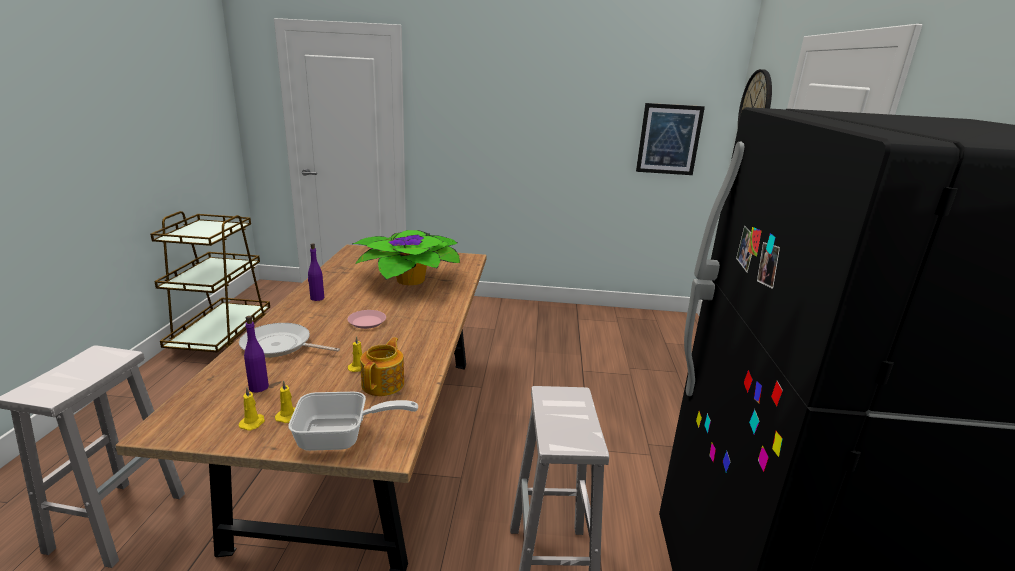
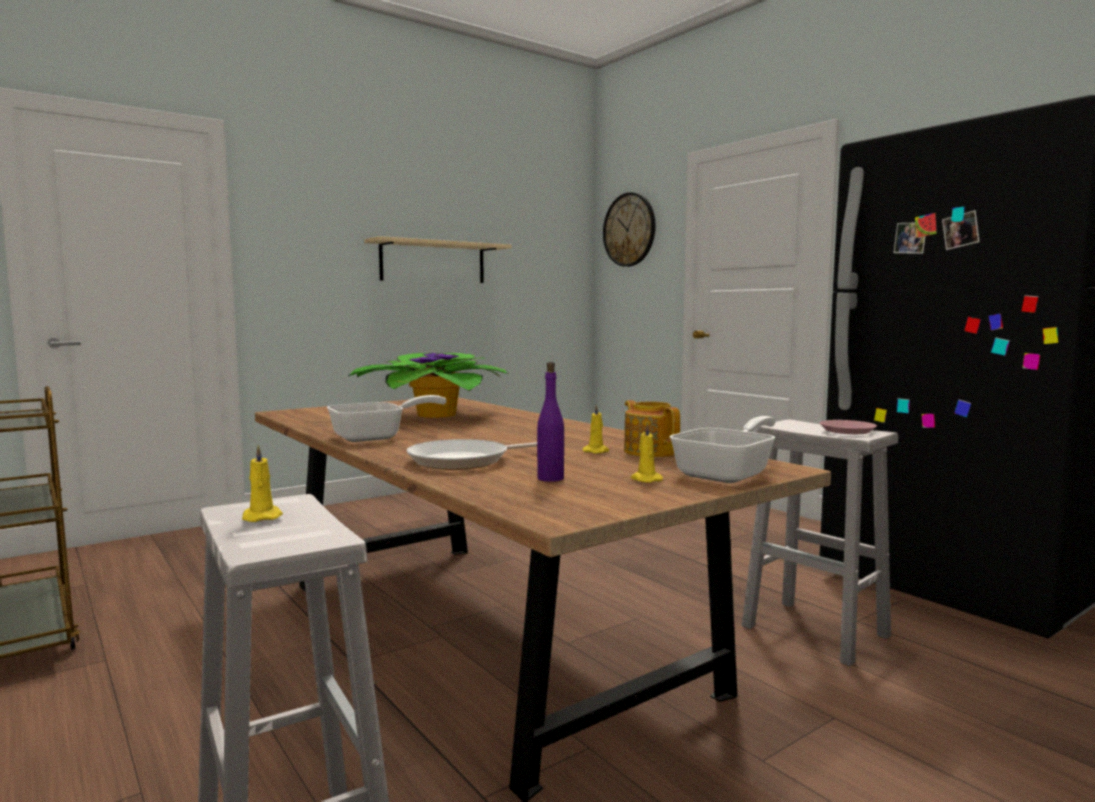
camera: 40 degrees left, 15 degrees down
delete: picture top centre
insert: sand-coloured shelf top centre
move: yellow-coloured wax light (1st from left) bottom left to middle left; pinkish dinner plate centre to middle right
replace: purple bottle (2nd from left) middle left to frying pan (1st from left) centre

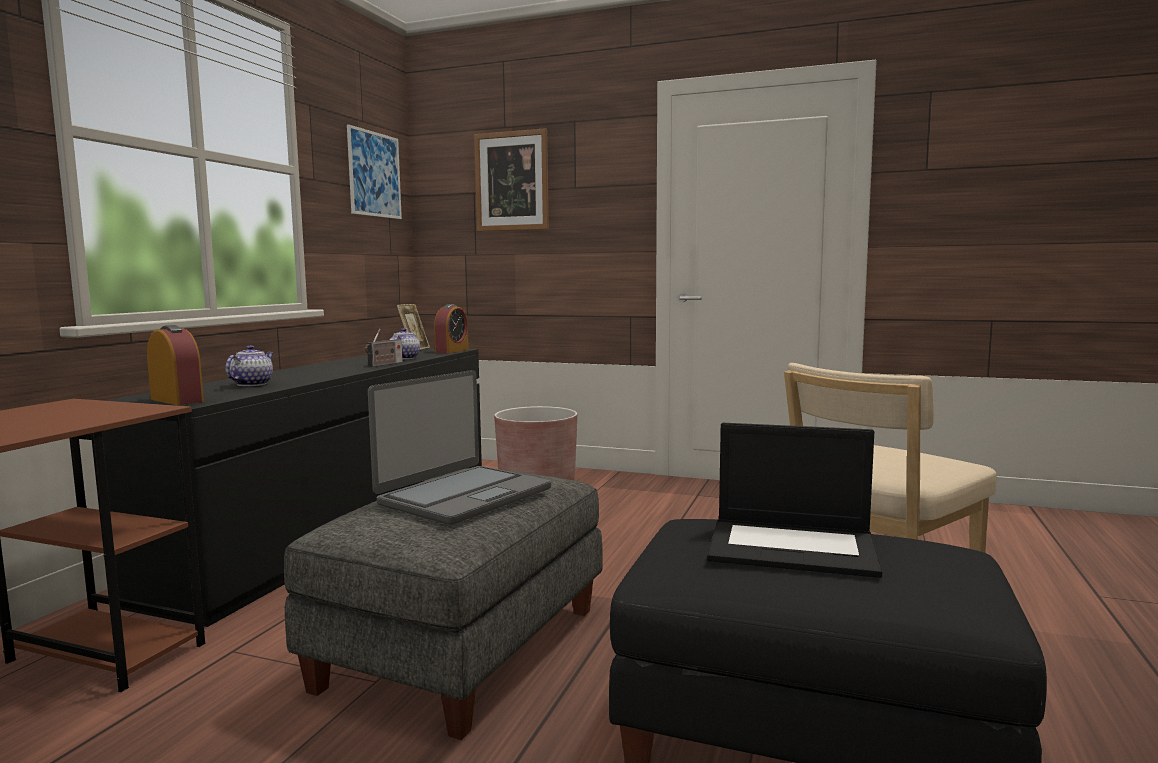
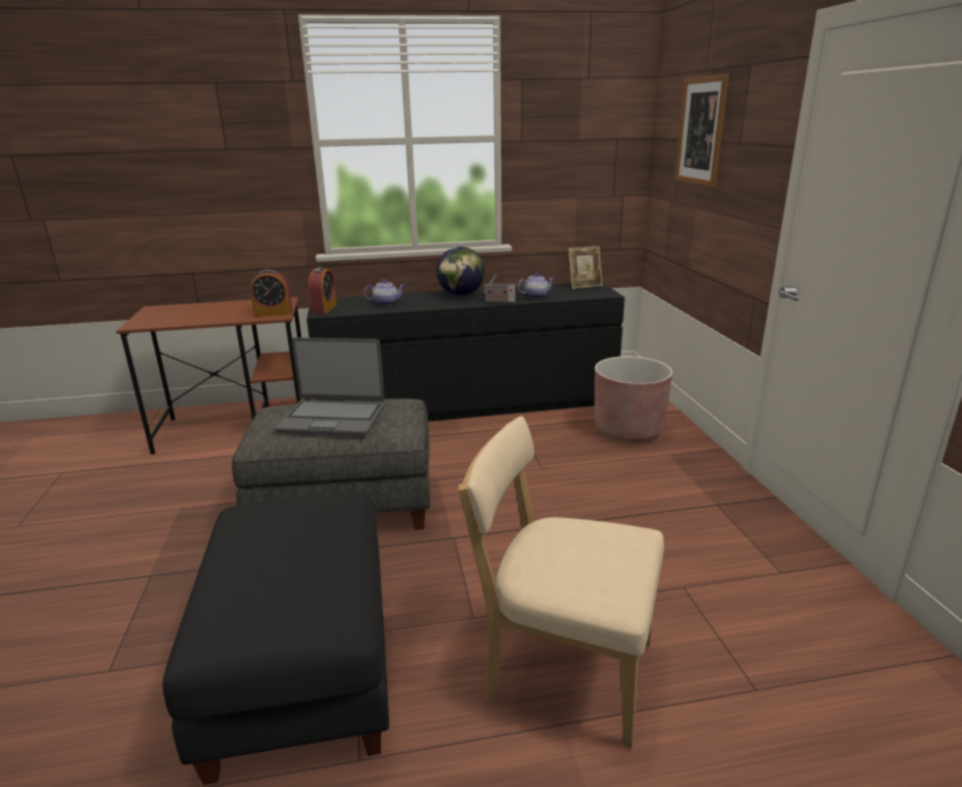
camera: 60 degrees right, 15 degrees up
delete: picture (1st from left) top left; portable computer (2nd from left) middle right
insert: globe centre
move: alarm clock (2nd from left in the first image) centre to alarm clock (1st from left) middle left

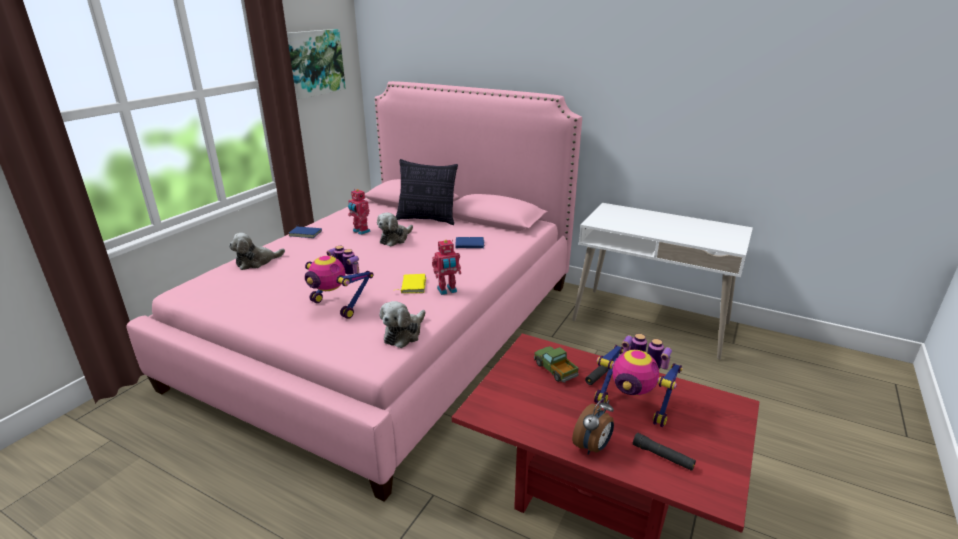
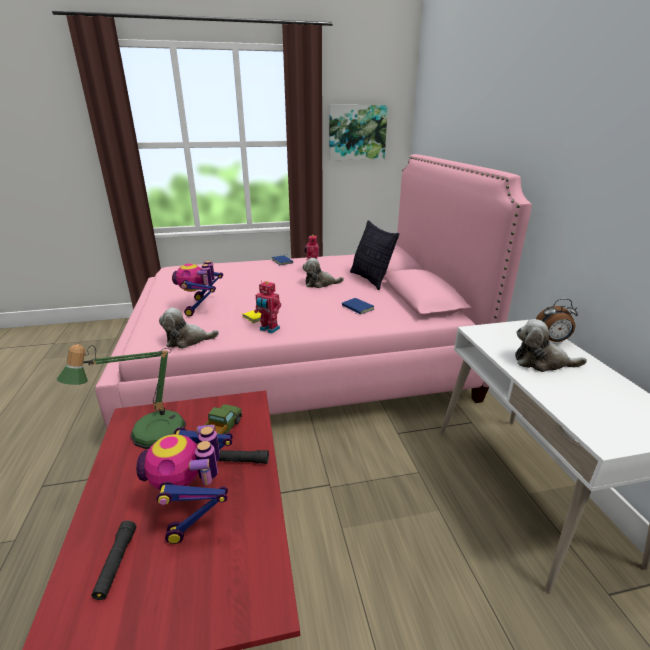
camera: 50 degrees right, 0 degrees up
insert: tabletop lamp middle left
move: cuddly toy (1st from left in the first image) middle left to cuddly toy (3rd from left) middle right; alarm clock bottom centre to middle right

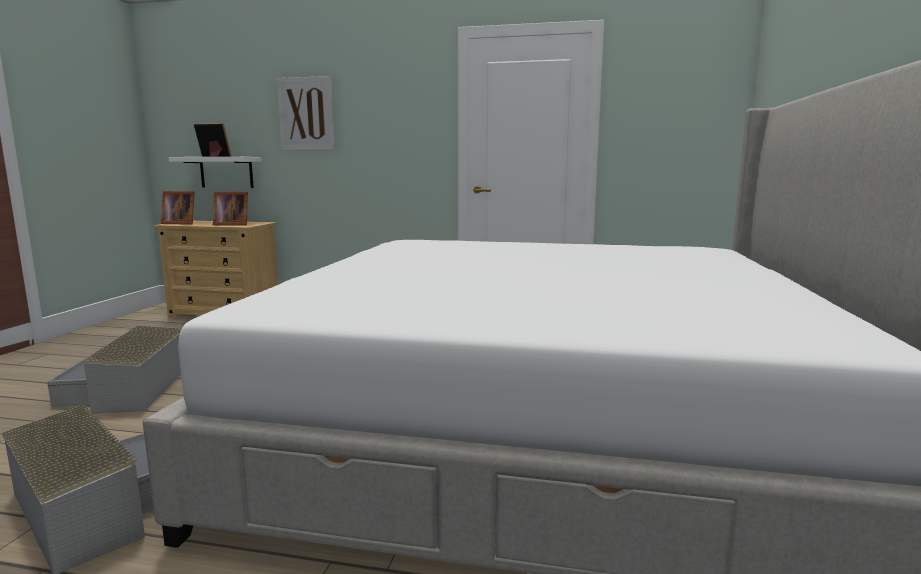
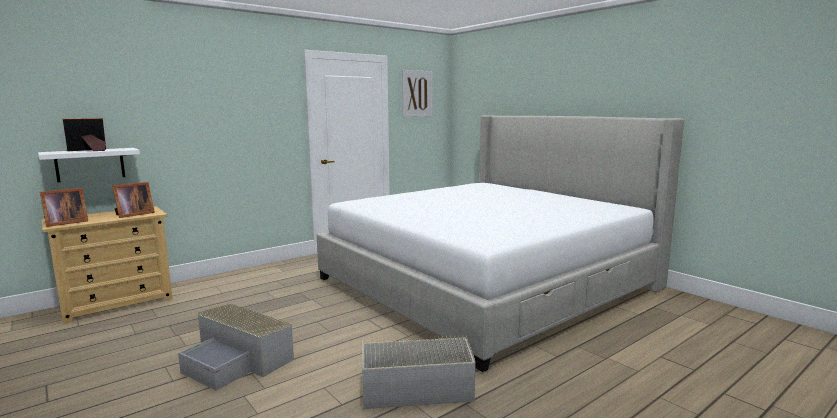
camera: 50 degrees left, 0 degrees up
move: picture top left to top centre

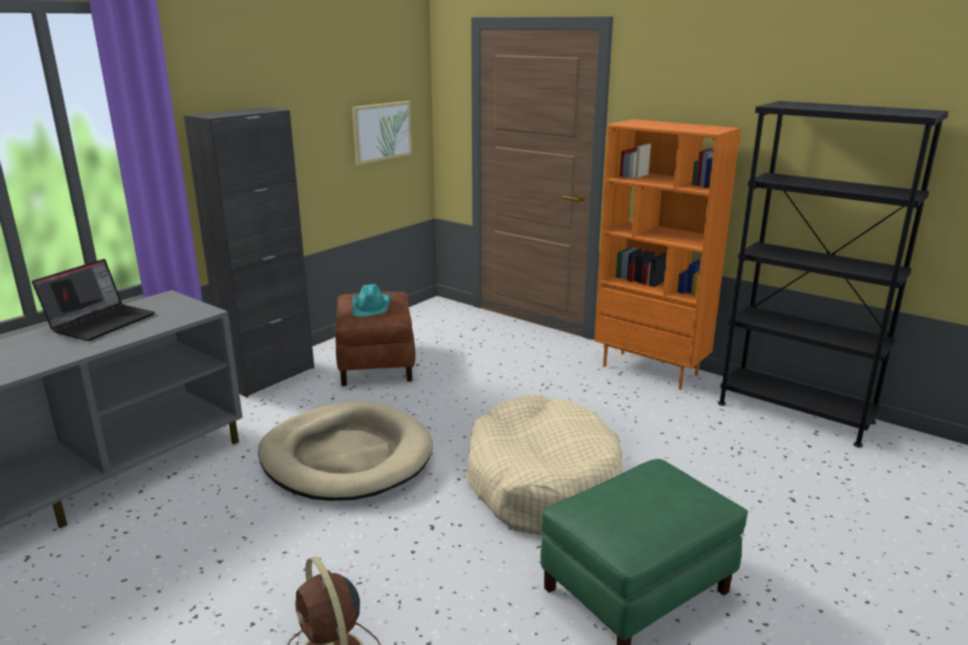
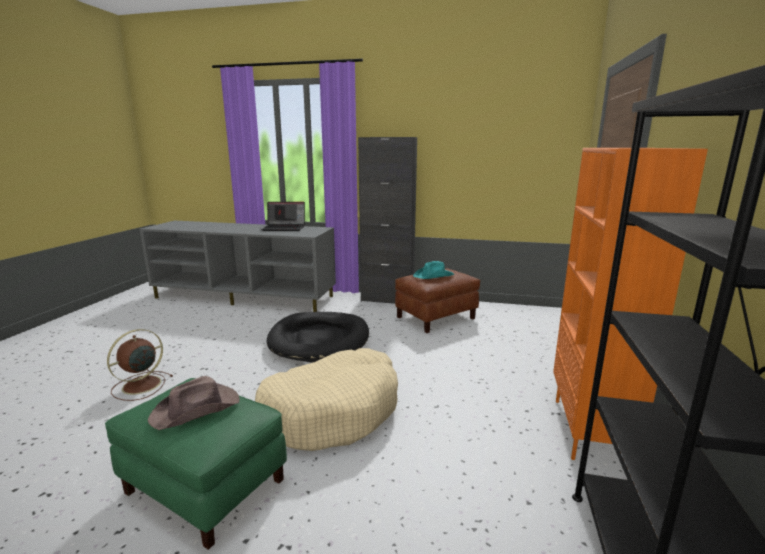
camera: 65 degrees right, 5 degrees down
delete: picture top centre
insert: brown hat bottom left
recolor: sand-coloured pet bed (1st from left) bottom centre to blackish pet bed centre

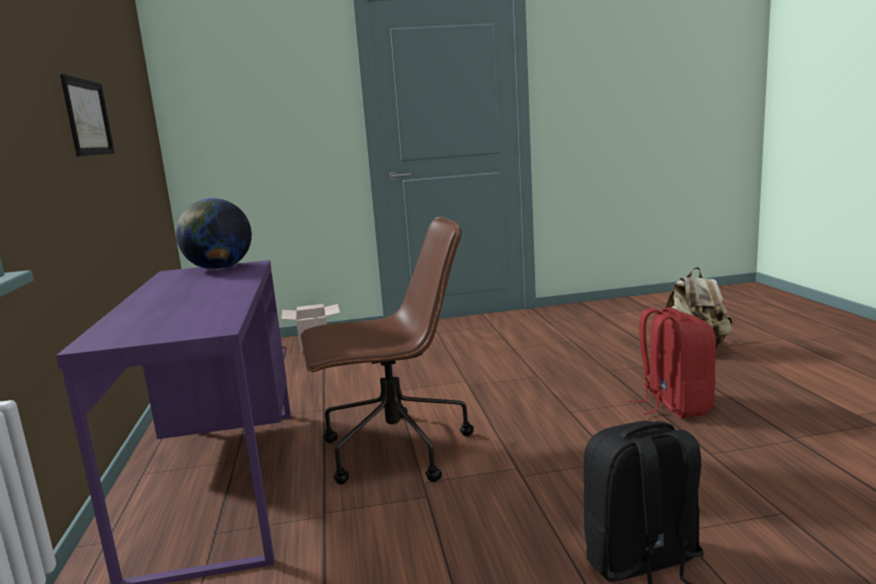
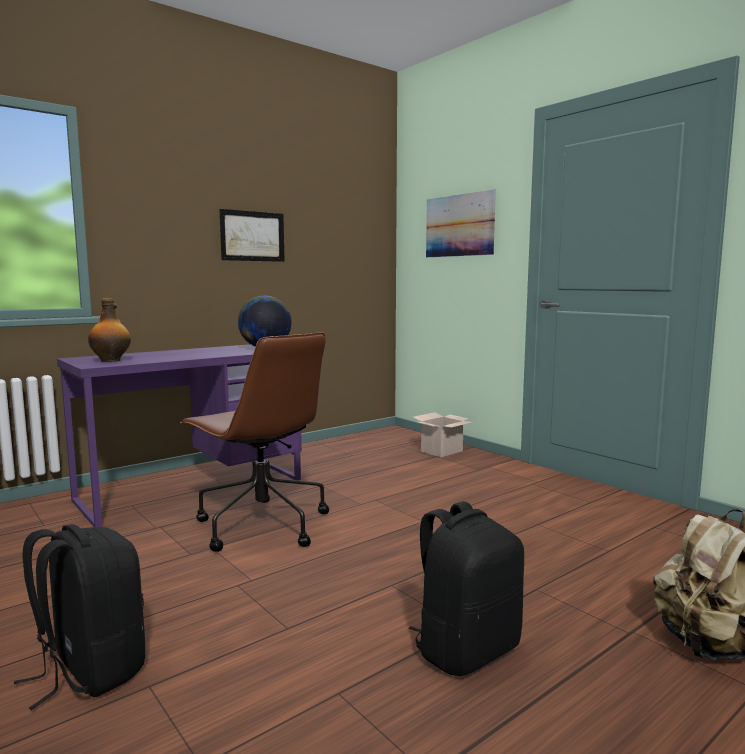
camera: 60 degrees right, 5 degrees down
insert: bottle middle left; picture (2nd from left) top centre
recolor: red-coloured rucksack middle right to blackish rucksack (2nd from left) bottom centre

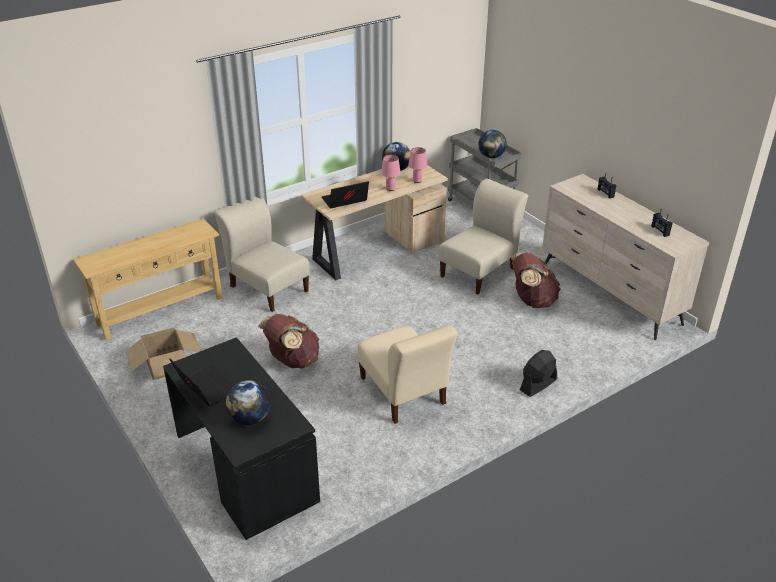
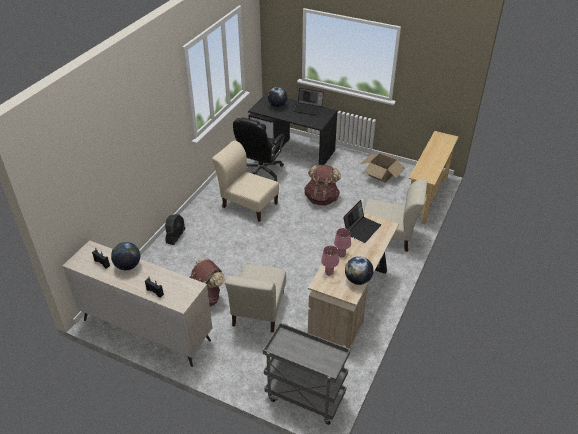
camera: 150 degrees right, 5 degrees up
insert: blackish computer chair centre
move: globe (3rd from left in the first image) top centre to globe (1st from left) middle left

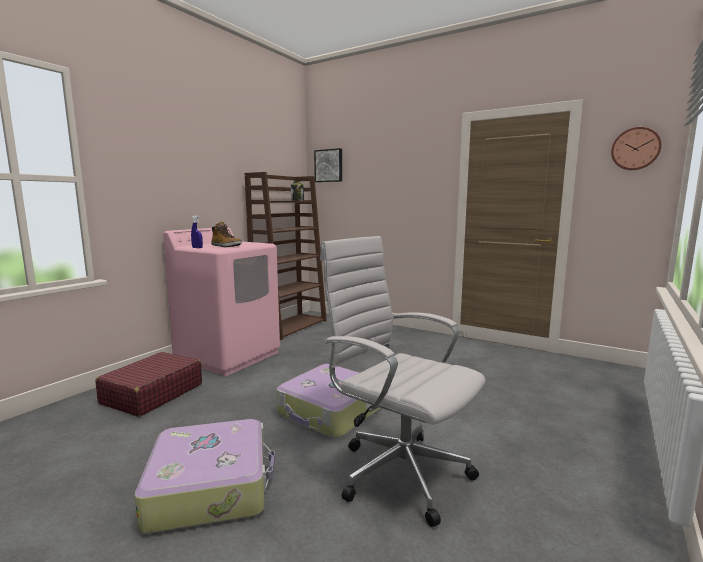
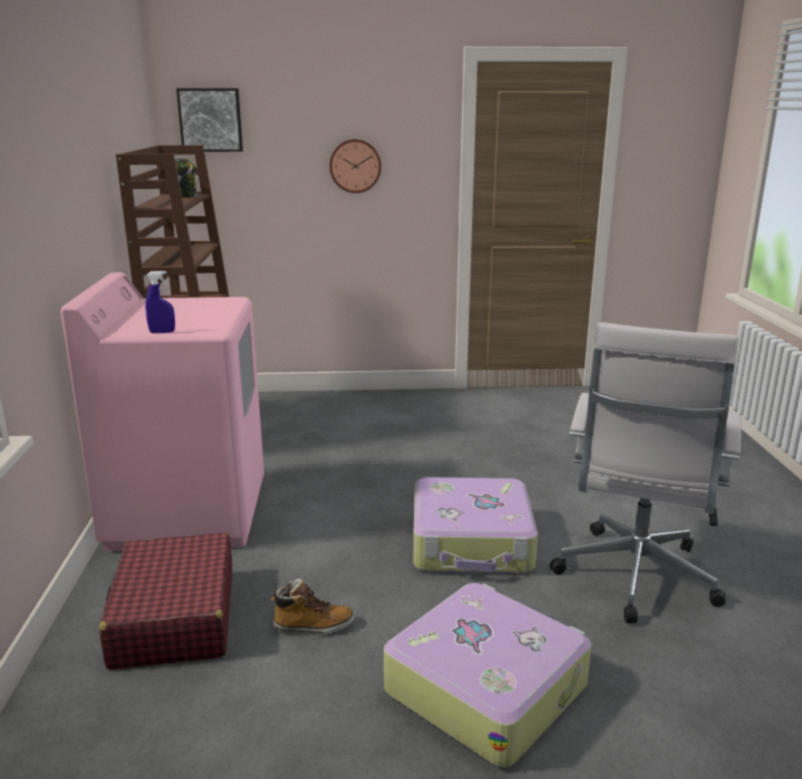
camera: 35 degrees left, 10 degrees up
move: tall boot middle left to bottom centre; hanging clock top right to top centre
rotate: white computer chair bottom centre = middle right 75 degrees counterclockwise

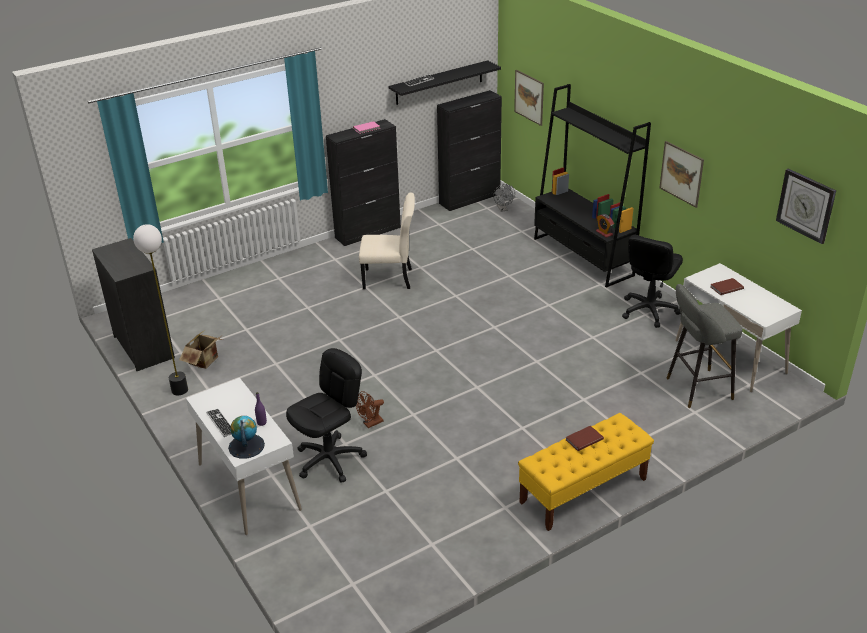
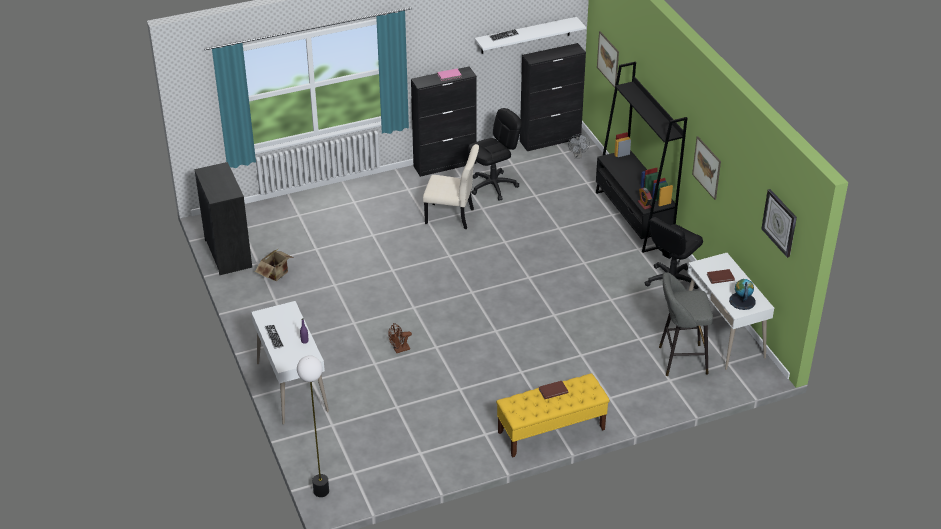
camera: 10 degrees right, 5 degrees up
move: standing lamp middle left to bottom left; globe bottom left to middle right; blackish computer chair (1st from left) centre to top centre
recolor: blackish shelf top centre to white shelf top centre

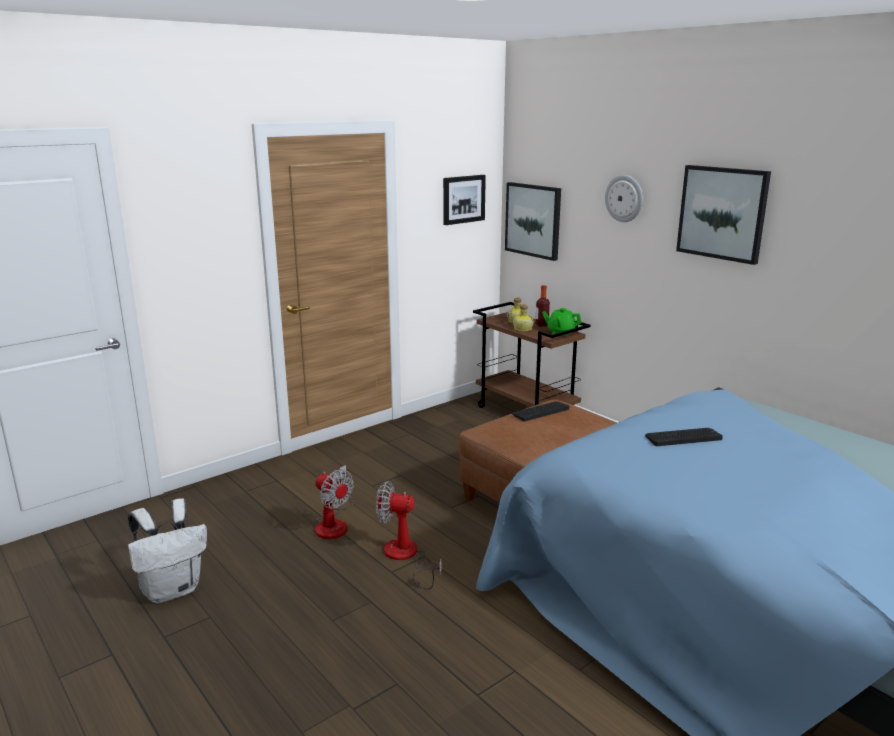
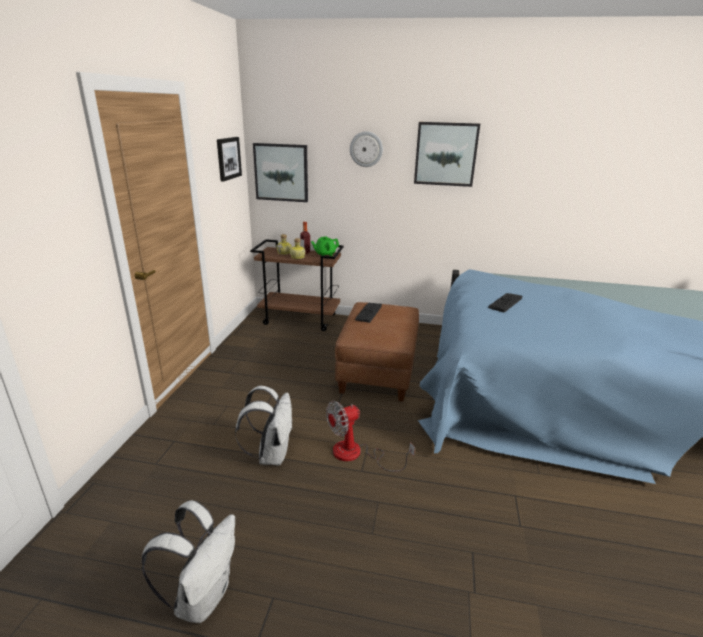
camera: 40 degrees left, 5 degrees up
replace: cooling fan (1st from left) bottom centre to white rucksack (2nd from left) bottom centre

